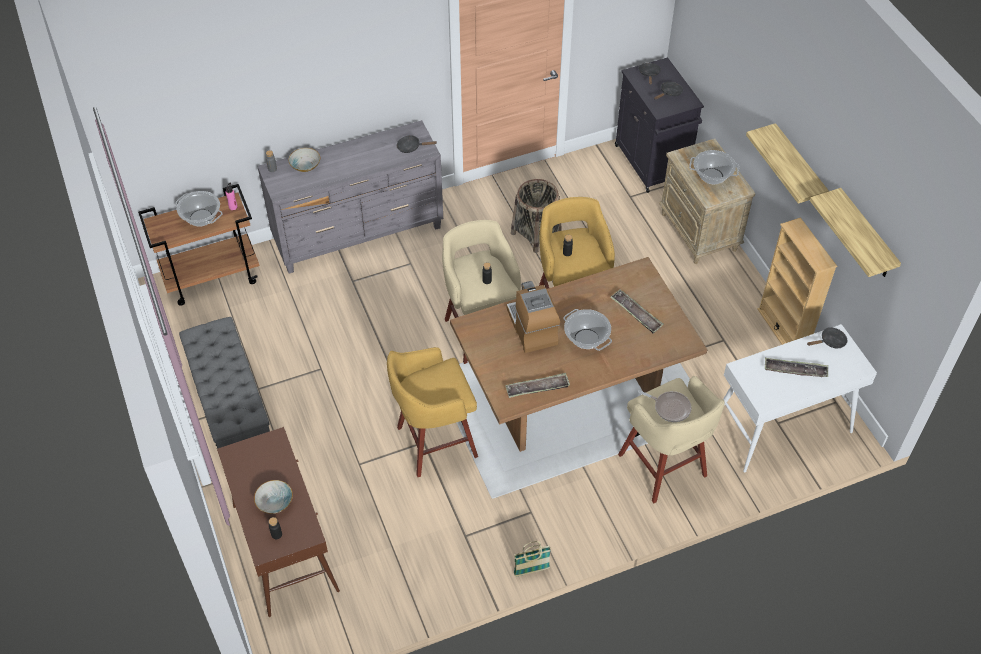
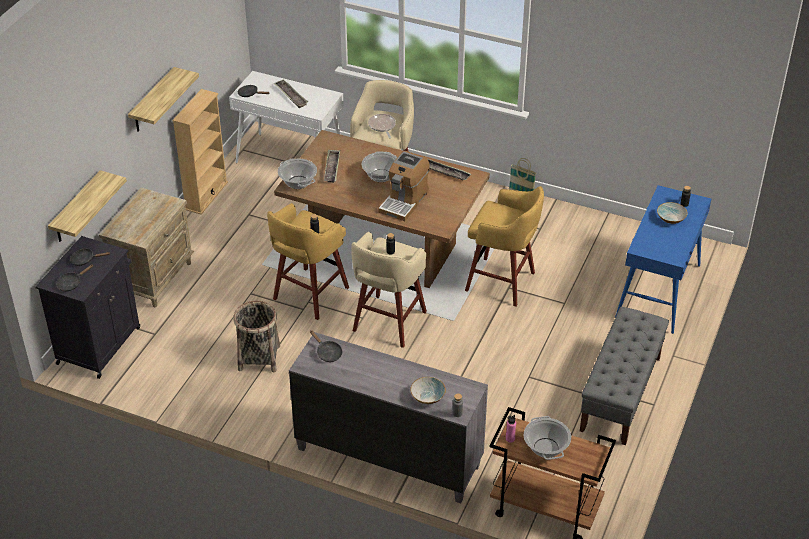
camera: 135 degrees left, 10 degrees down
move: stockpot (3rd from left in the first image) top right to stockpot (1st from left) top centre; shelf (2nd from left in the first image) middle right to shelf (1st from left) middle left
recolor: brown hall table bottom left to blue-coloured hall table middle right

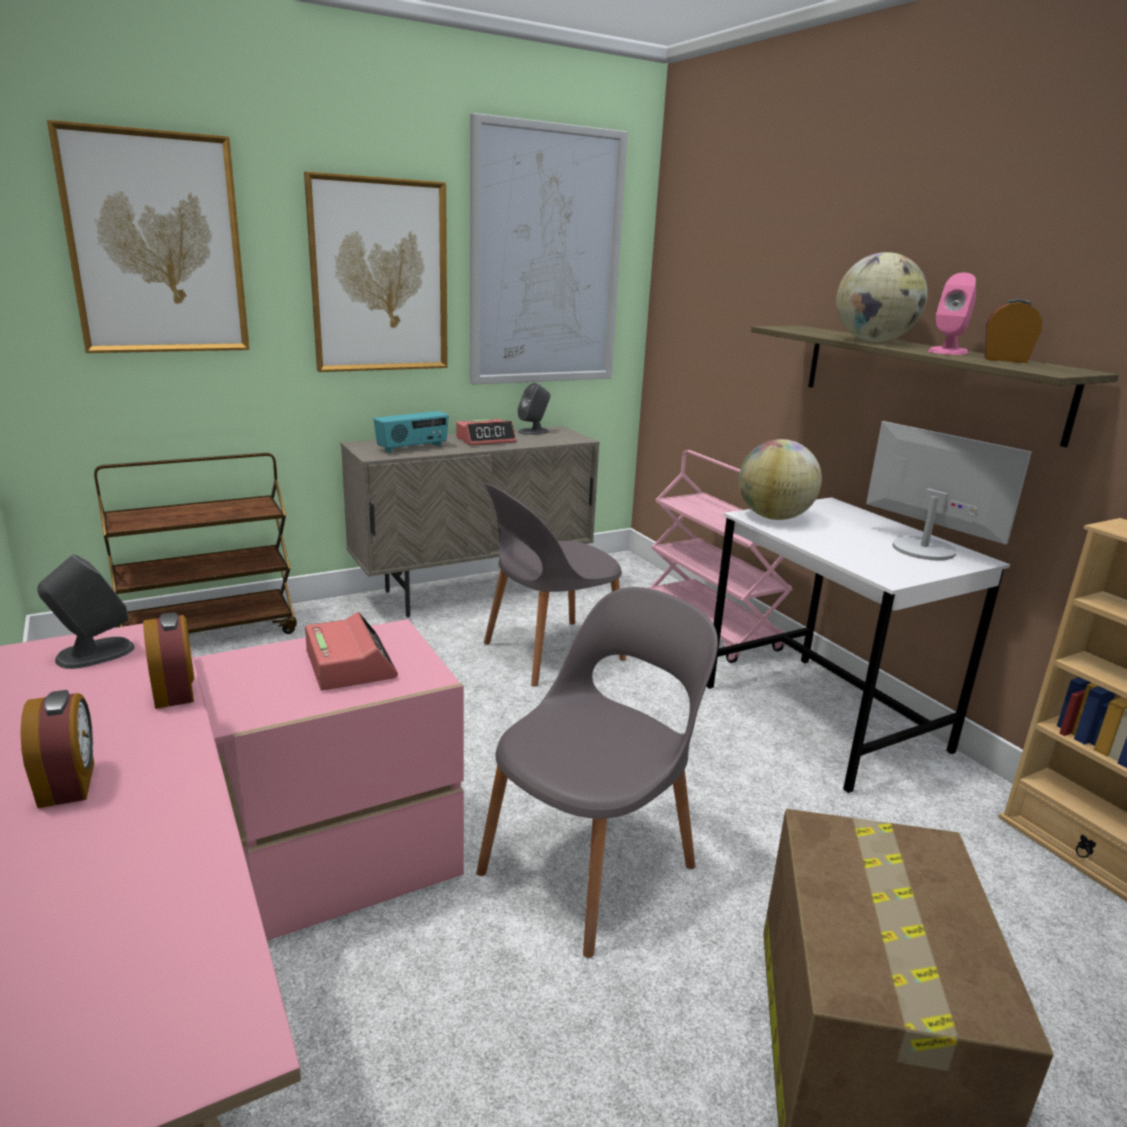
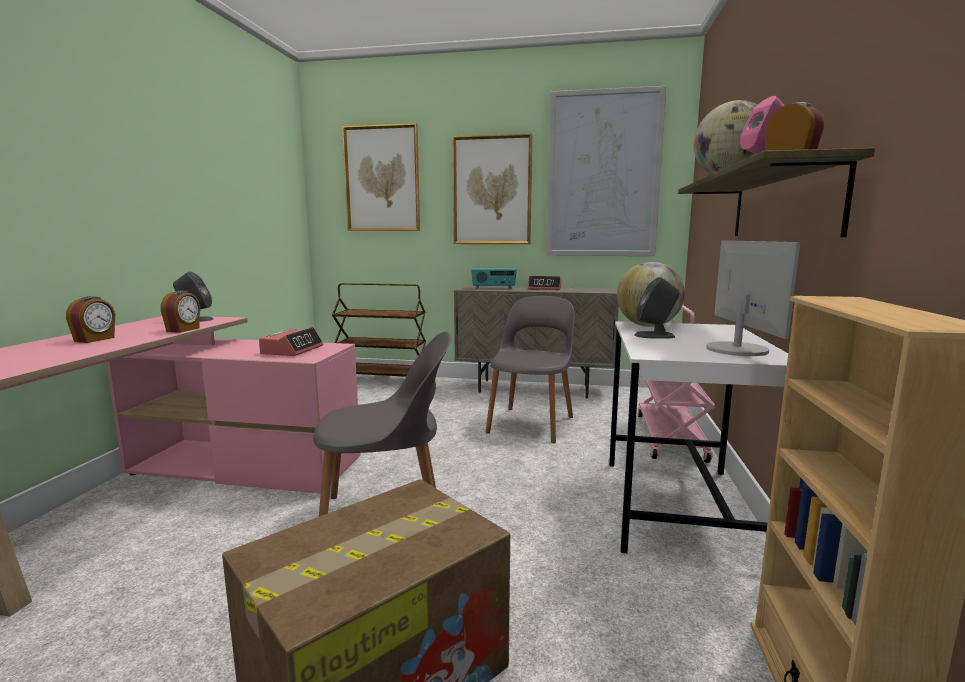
camera: 40 degrees right, 10 degrees down
move: greyish loudspeaker (2nd from left) centre to middle right
rotate: greyish chair (1st from left in the first image) centre = centre 105 degrees clockwise

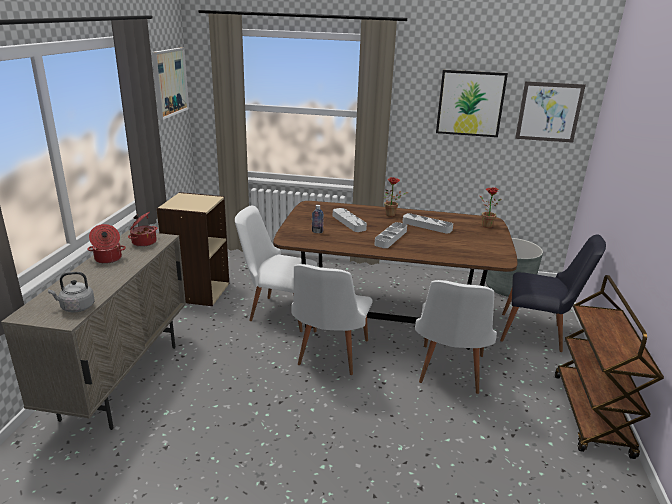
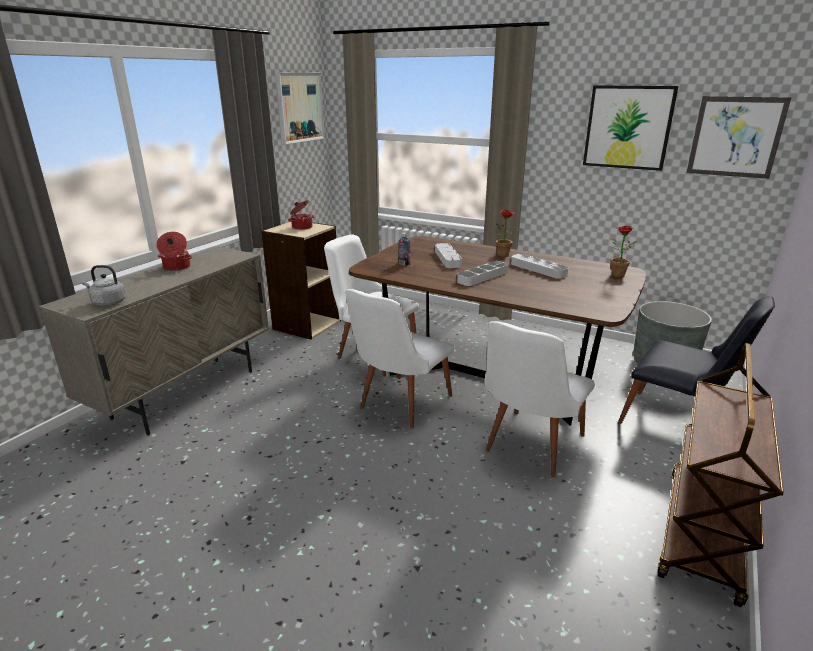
camera: 20 degrees right, 0 degrees up
move: stockpot (2nd from left) middle left to top centre

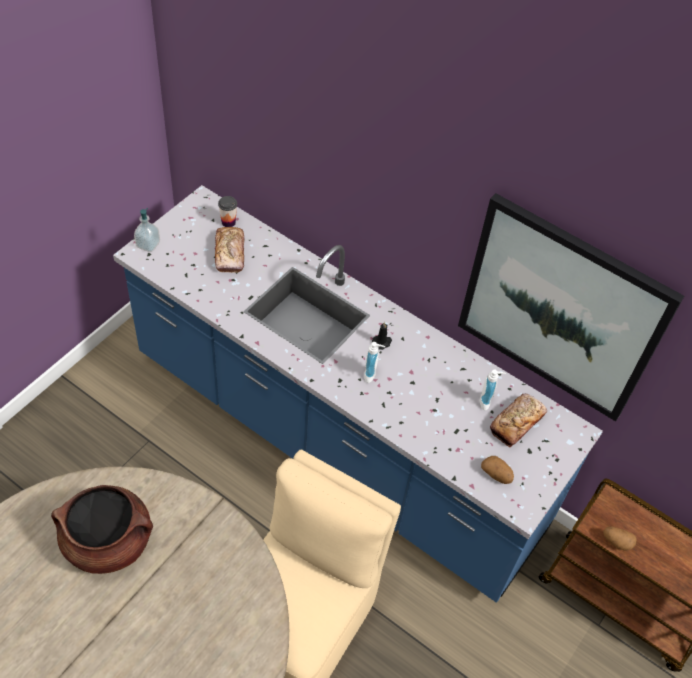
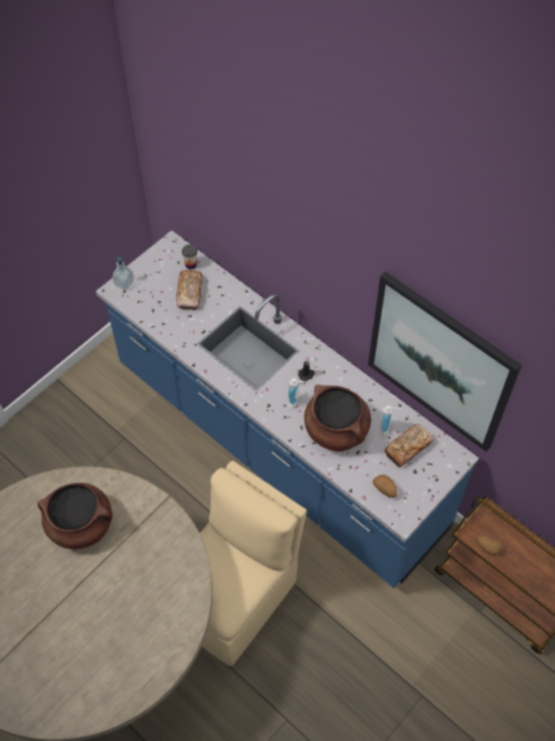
camera: 10 degrees right, 5 degrees up
insert: brown stockpot (2nd from left) centre

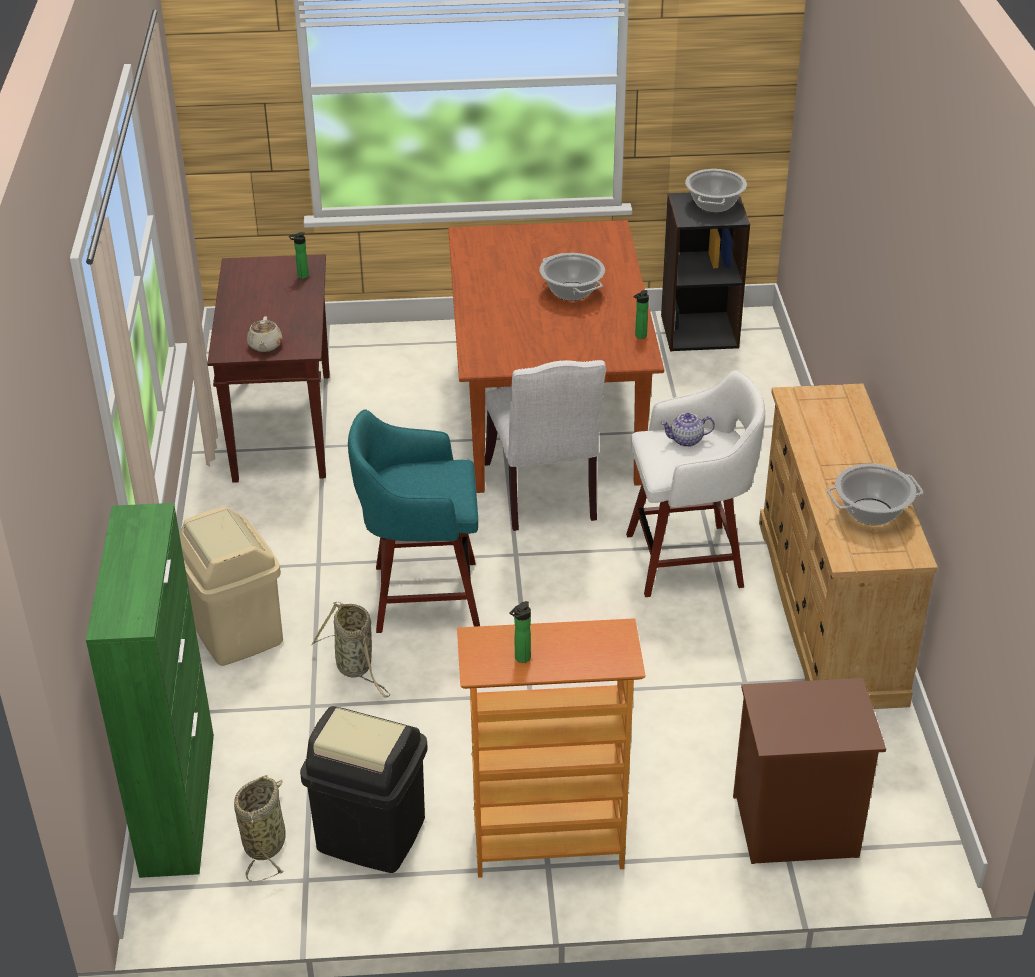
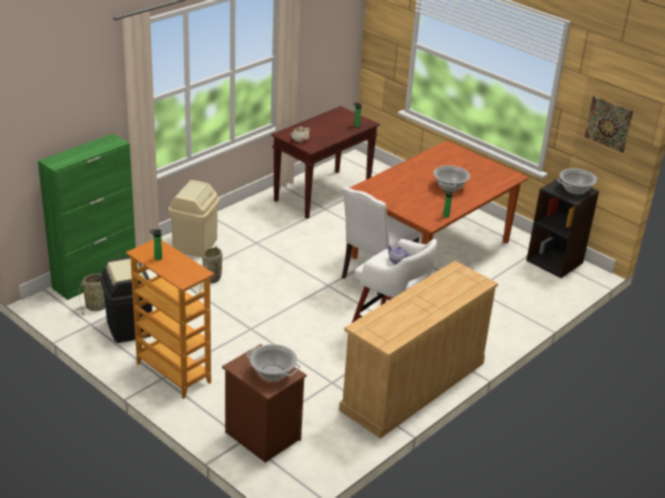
camera: 45 degrees right, 5 degrees down
delete: turquoise sitting stool centre
insert: picture top right
move: stockpot (3rd from left in the first image) middle right to stockpot (1st from left) bottom centre

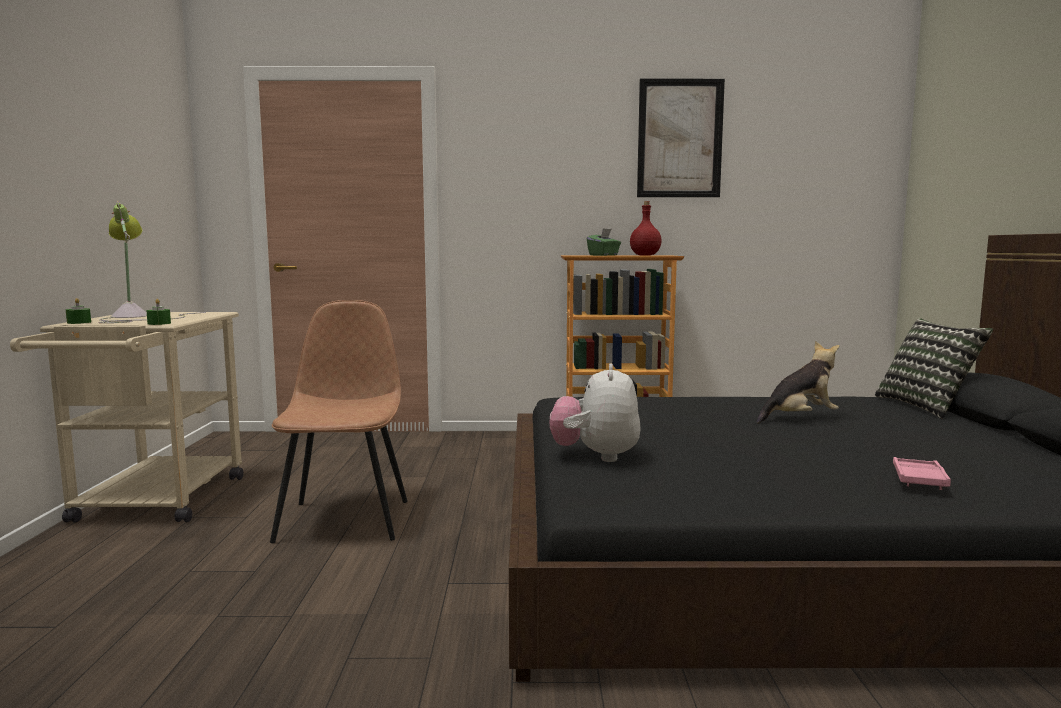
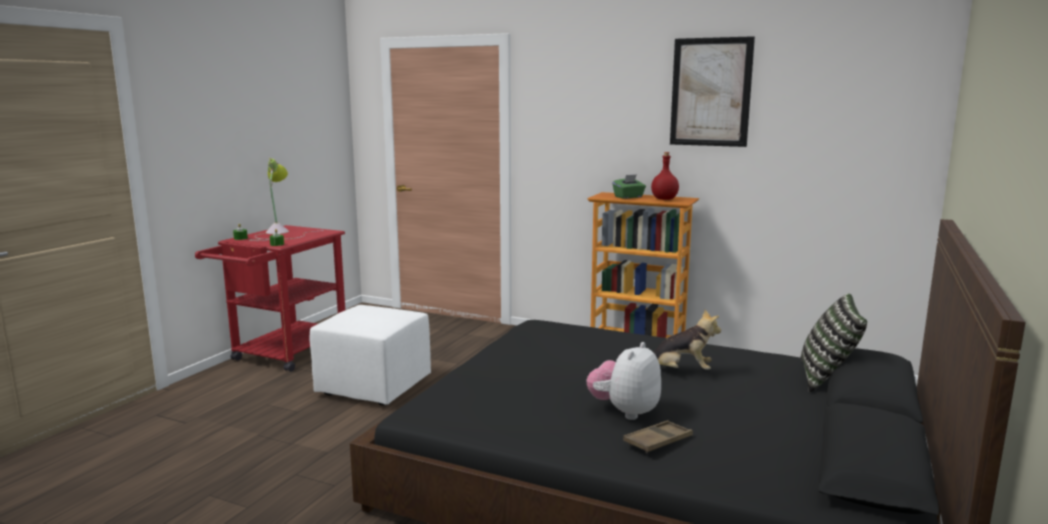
camera: 25 degrees right, 5 degrees up
move: cuddly toy (1st from left) centre to bottom centre
replace: brown chair middle left to white footrest bottom centre
recolor: sand-coloured trolley middle left to red-coloured trolley middle left; pinkish serving tray bottom right to brown serving tray bottom centre

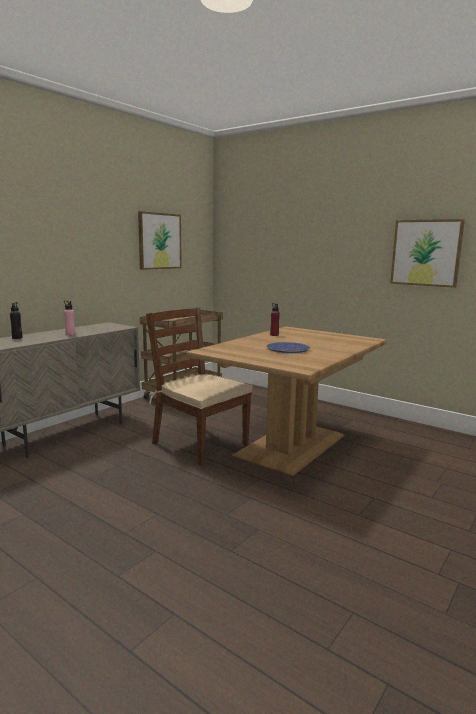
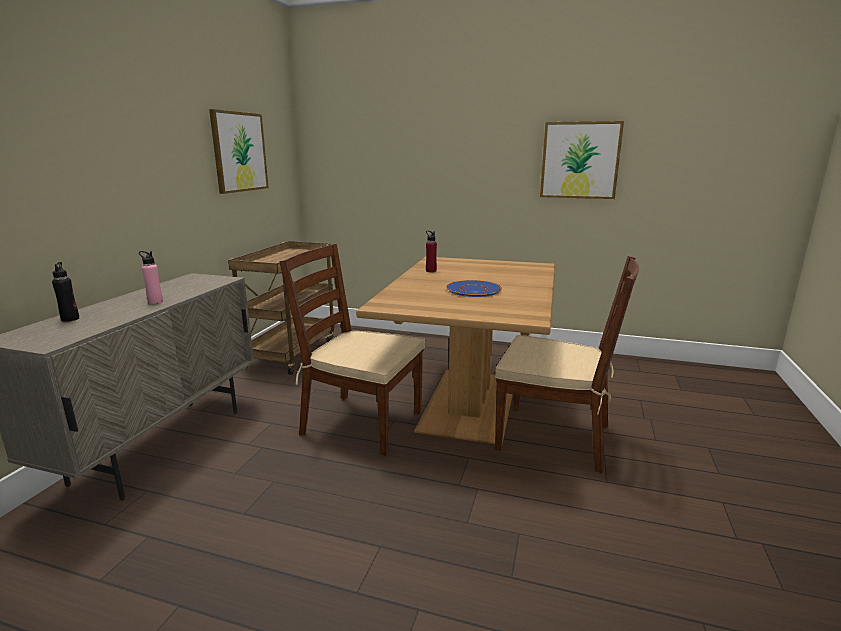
camera: 20 degrees left, 5 degrees up
insert: brown chair (2nd from left) middle right

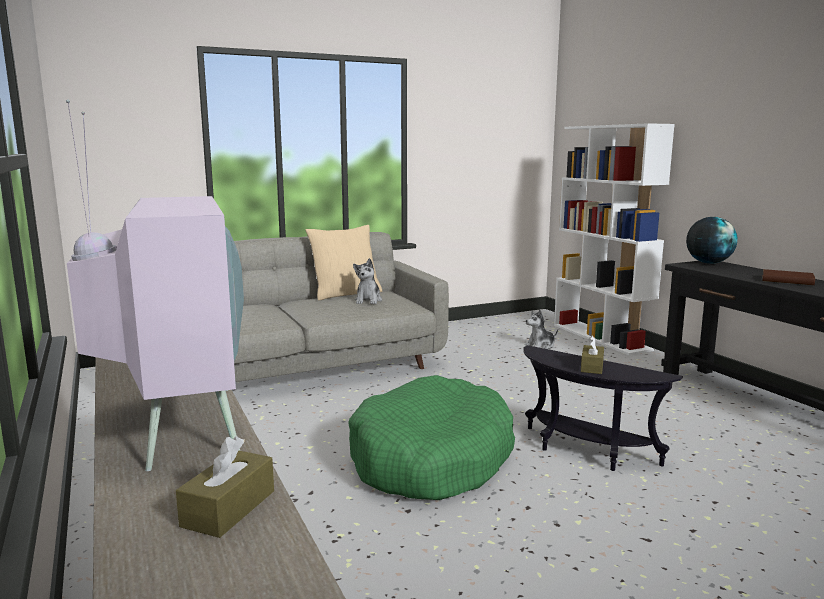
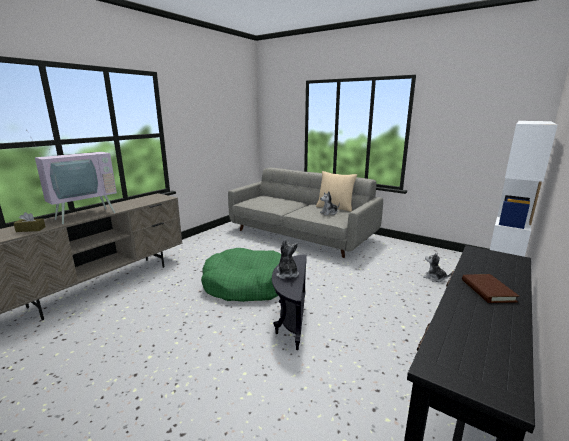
camera: 60 degrees right, 5 degrees up
delete: globe middle right
replace: brown tissue holder (2nd from left) middle right to cuddly toy (1st from left) centre

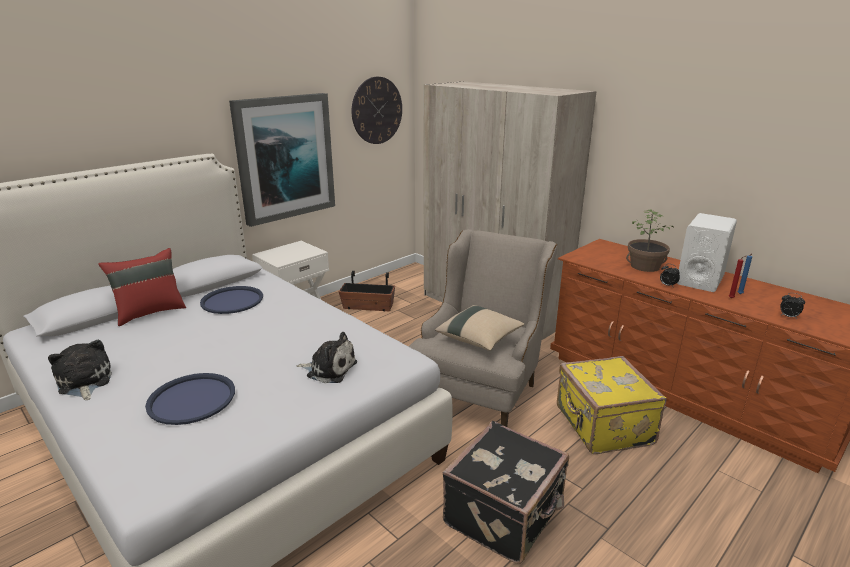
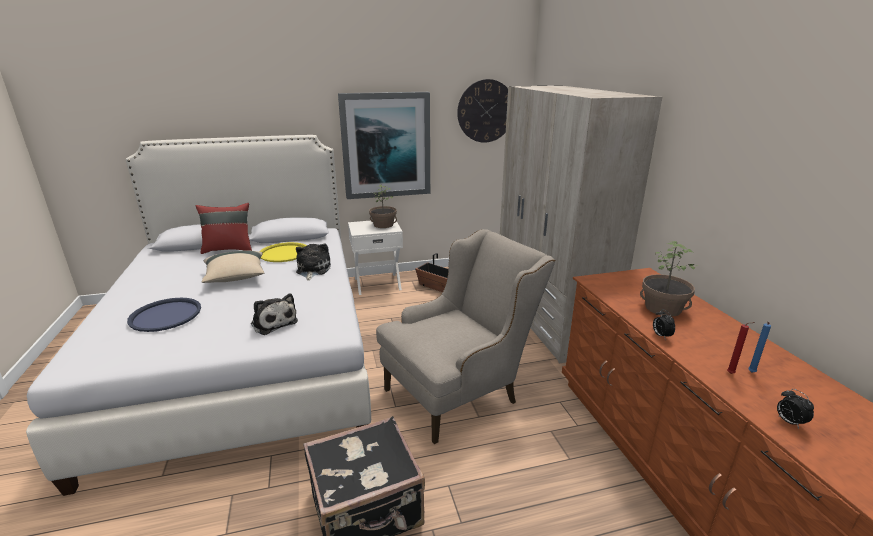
camera: 30 degrees right, 0 degrees up
delete: yellow-coloured travel case bottom right; white loudspeaker middle right
insert: houseplant (1st from left) centre
move: cuddly toy (1st from left in the first image) middle left to cuddly toy (2nd from left) centre; sand-coloured cushion centre to middle left
recolor: blue-coloured serving tray (2nd from left) middle left to yellow-coloured serving tray middle left

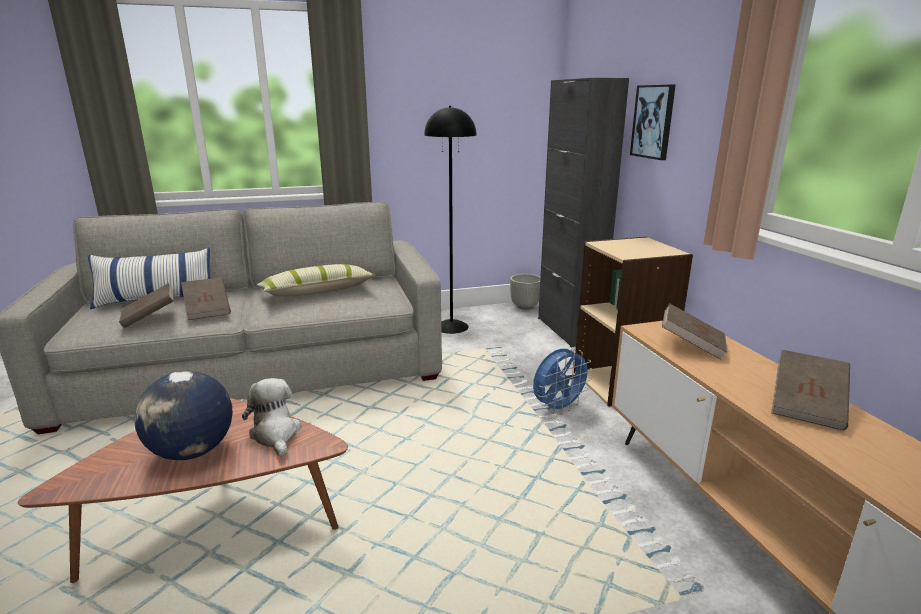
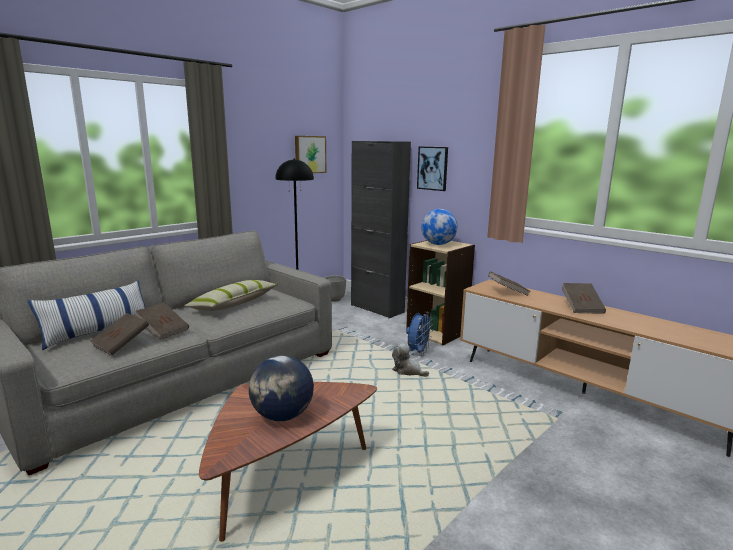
camera: 30 degrees left, 5 degrees down
insert: picture (1st from left) top centre; globe (2nd from left) centre
move: cuddly toy bottom left to centre

